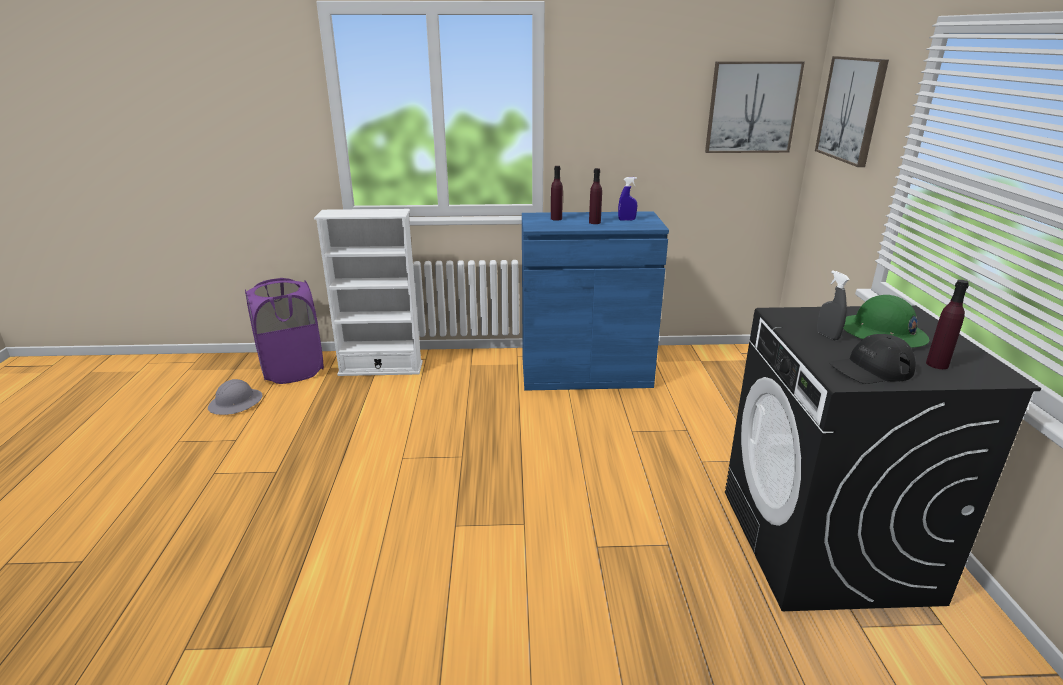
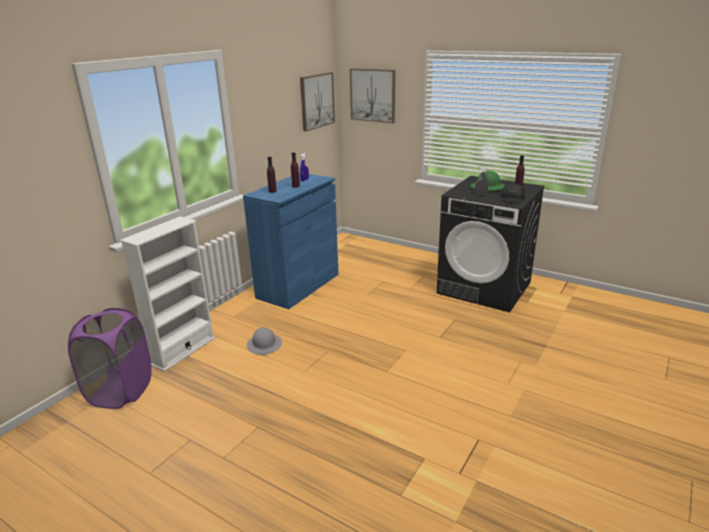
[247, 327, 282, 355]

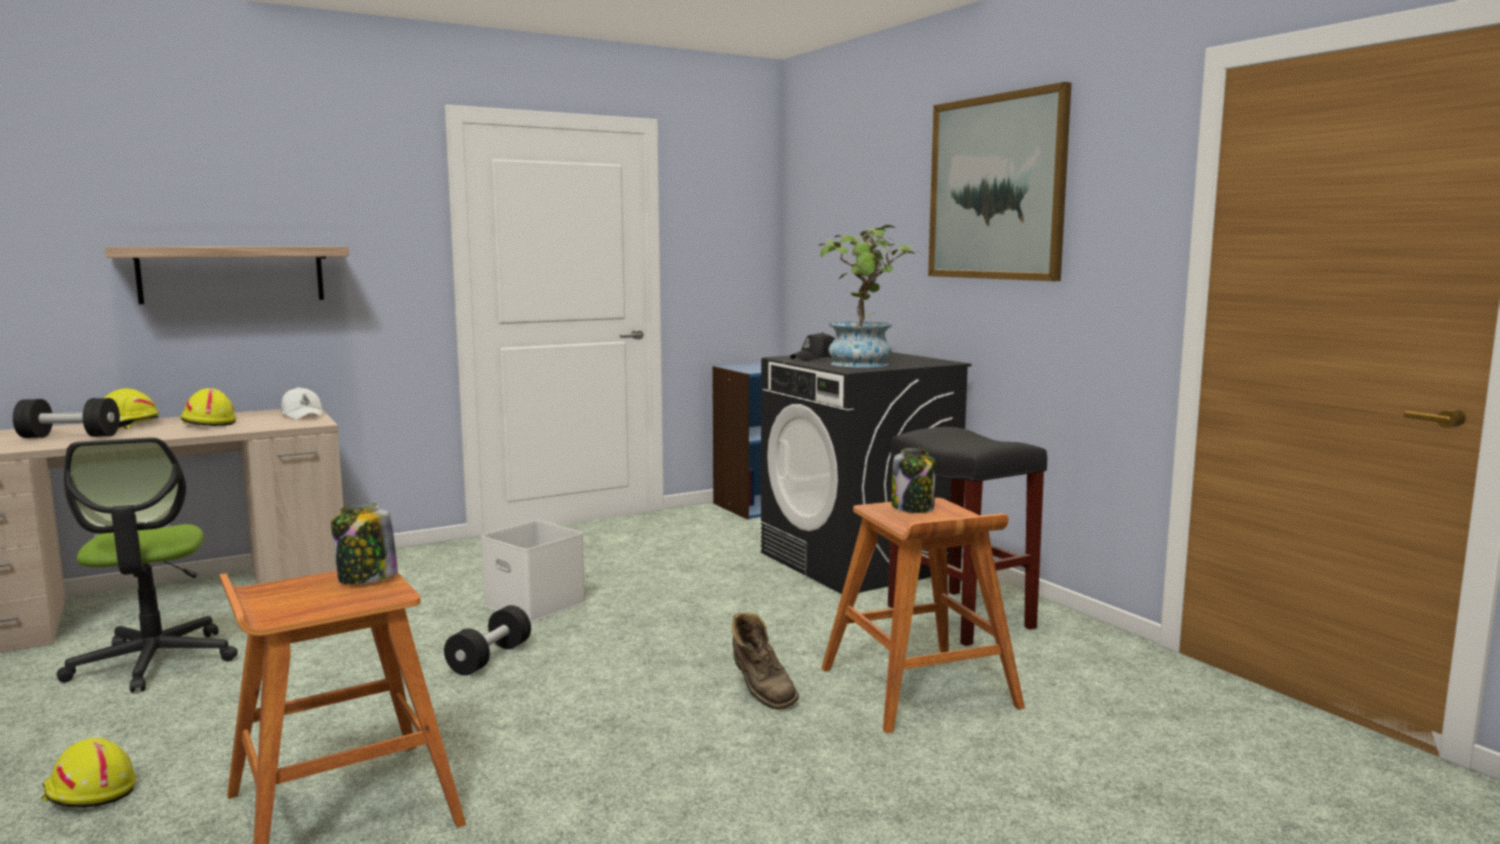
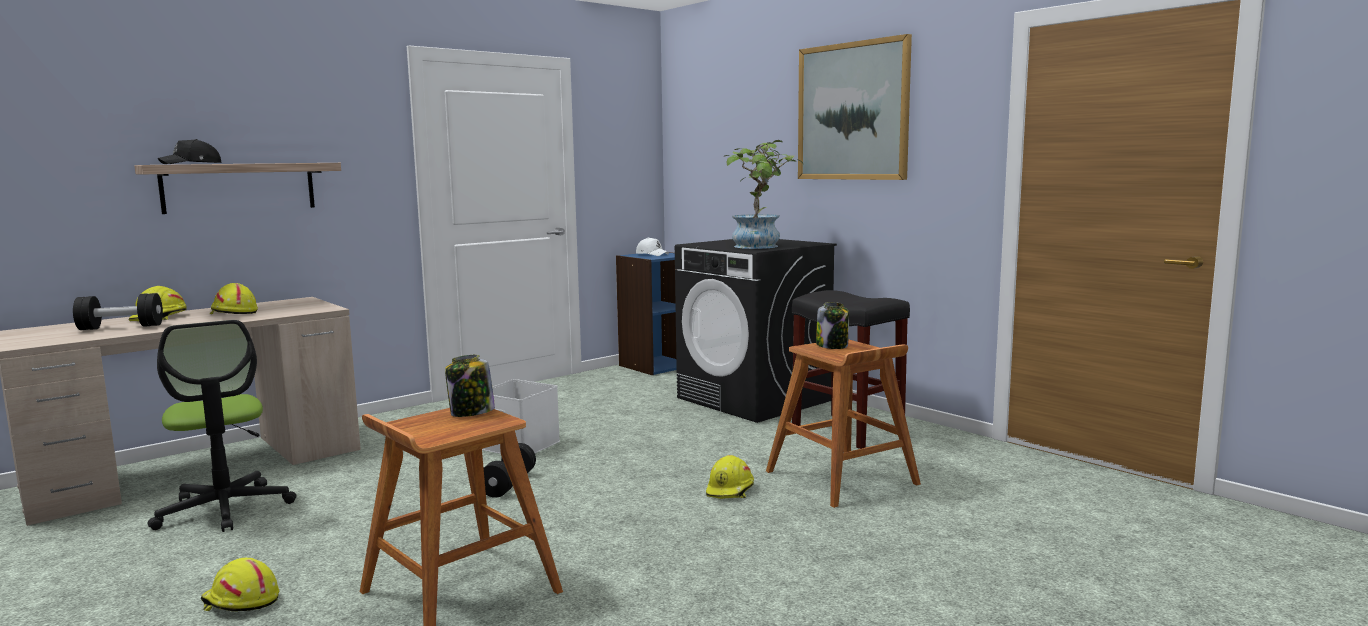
[158, 139, 222, 164]
[636, 237, 669, 256]
[706, 455, 754, 499]

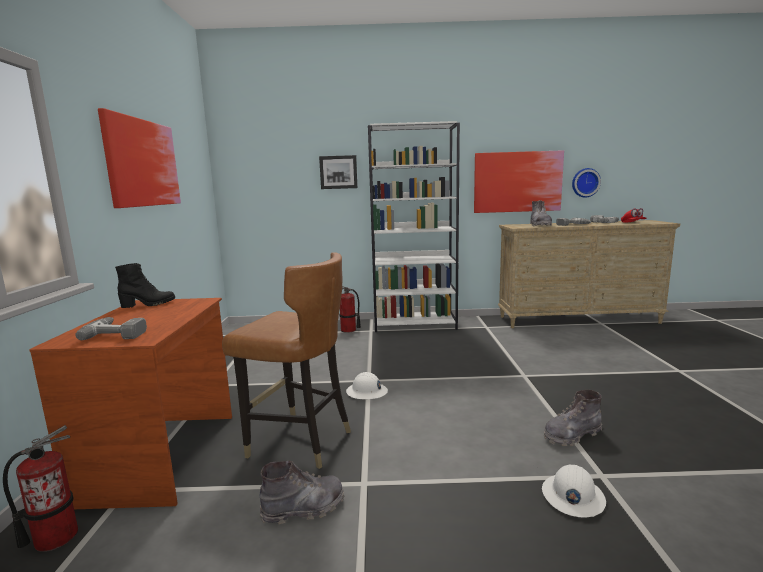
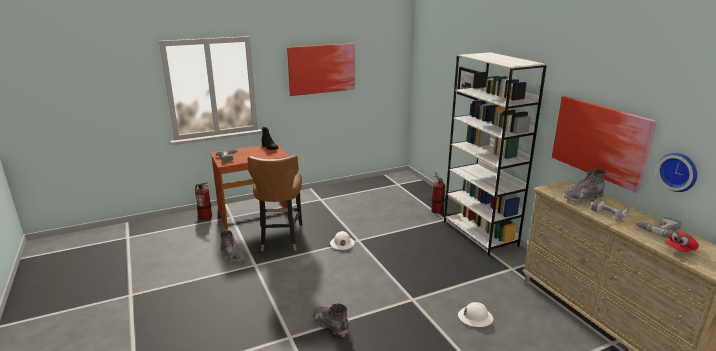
[458, 302, 493, 327]

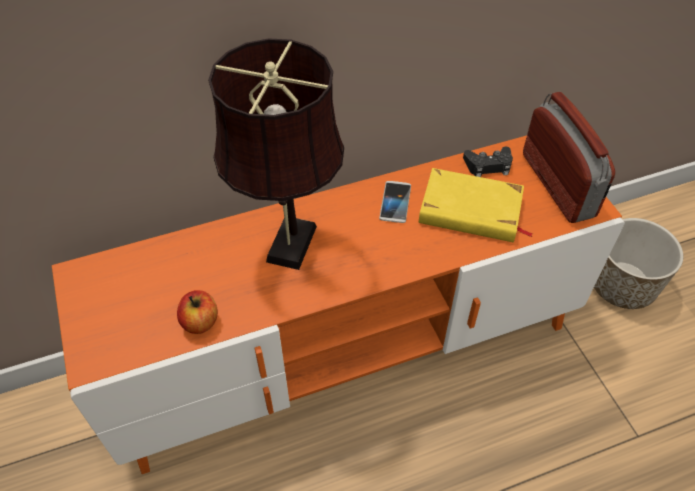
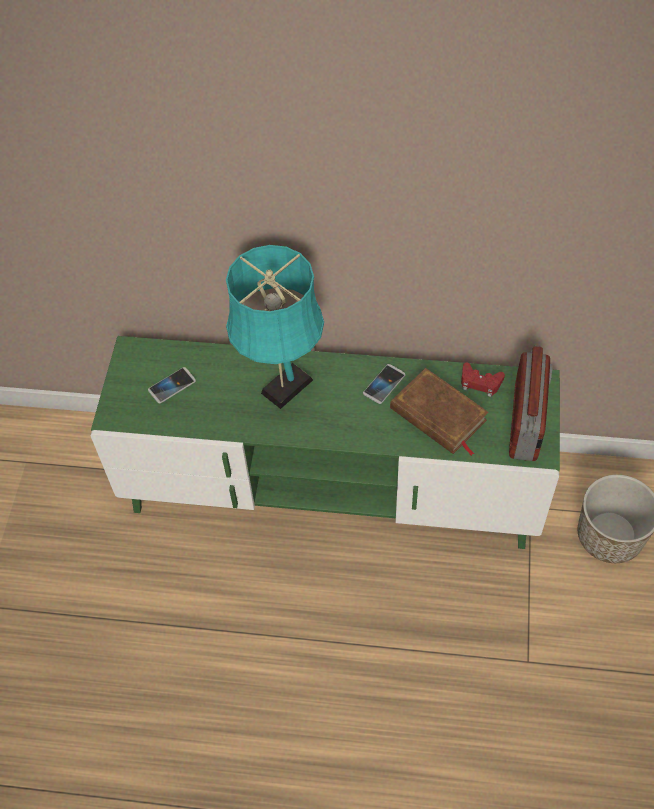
[91, 336, 560, 549]
[148, 367, 196, 404]
[226, 245, 324, 409]
[390, 368, 488, 456]
[461, 363, 505, 397]
[177, 290, 218, 334] (first image)

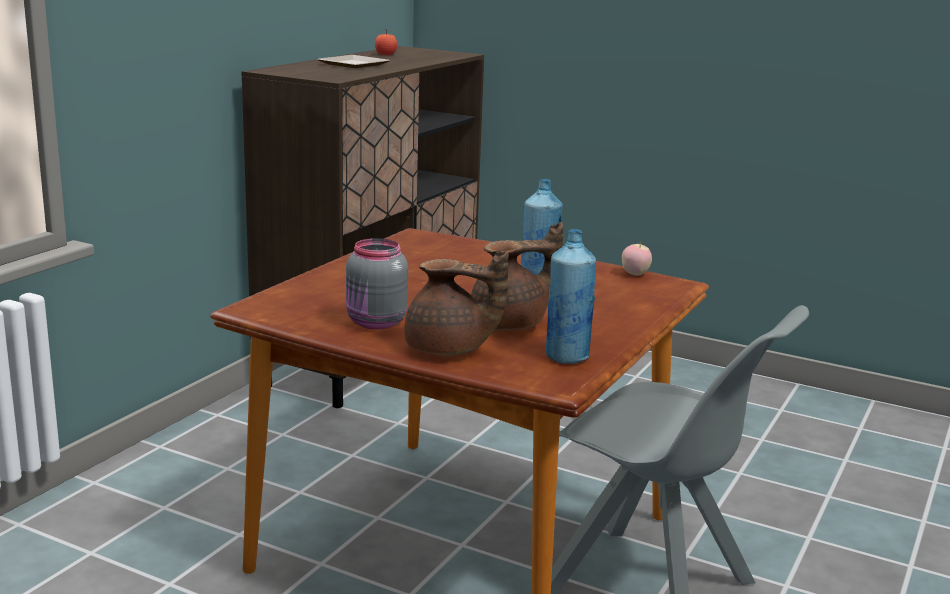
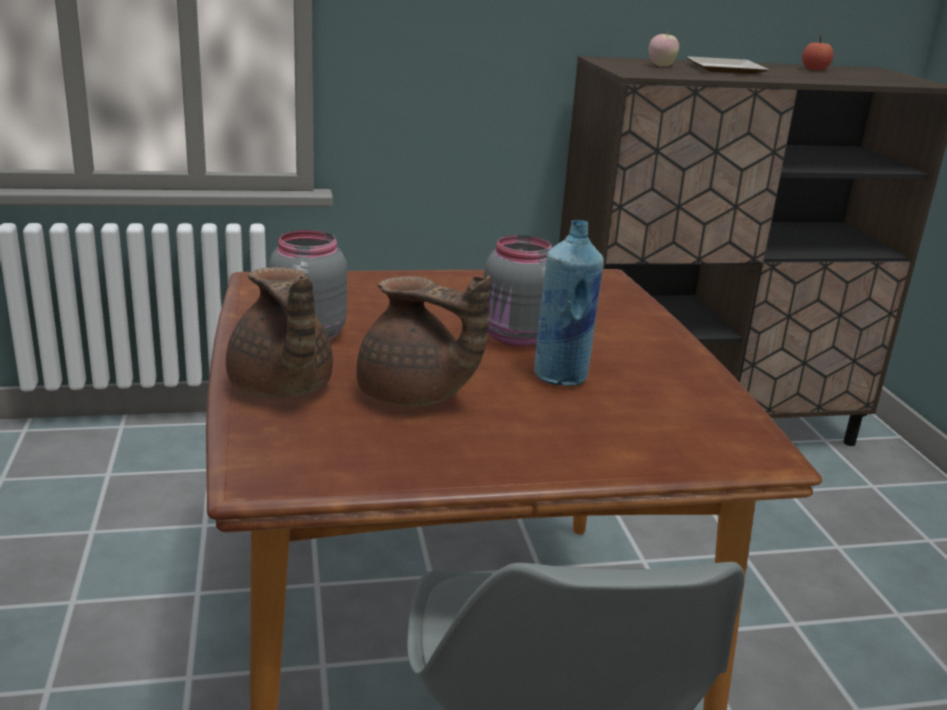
[484, 235, 552, 346]
[649, 32, 679, 67]
[546, 229, 596, 364] (first image)

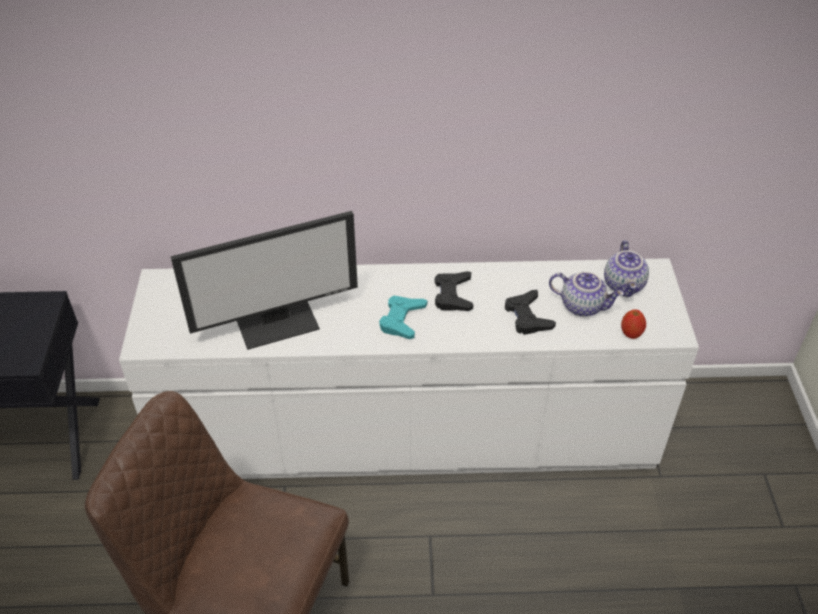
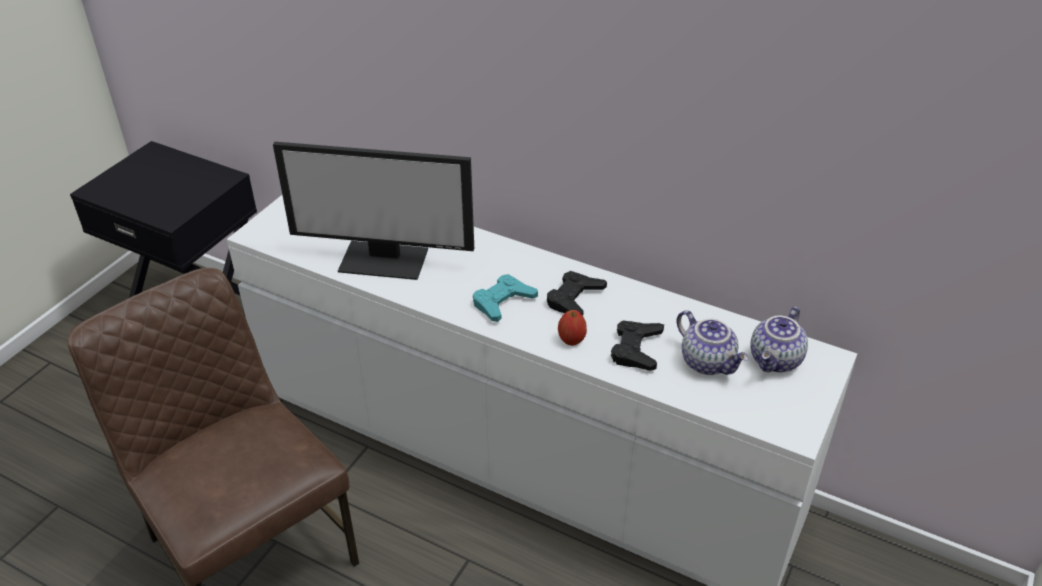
[558, 310, 587, 346]

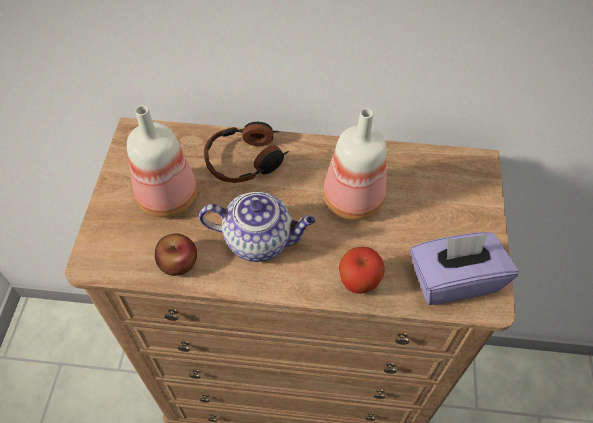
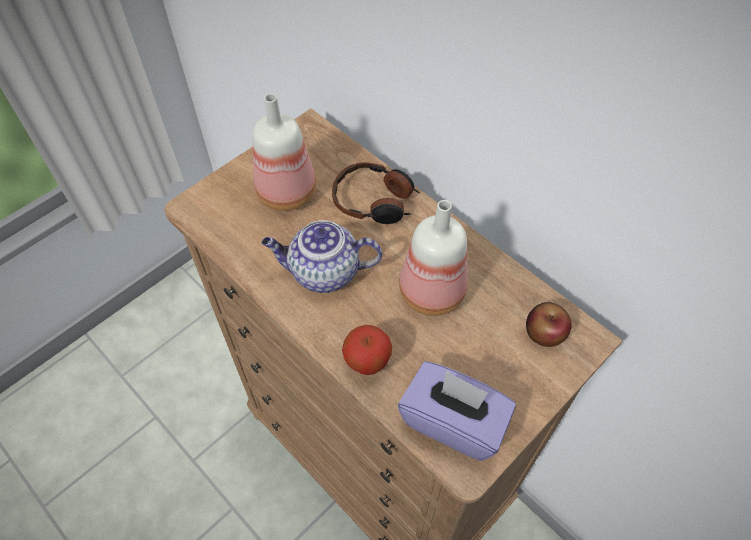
[262, 220, 382, 293]
[526, 302, 572, 347]

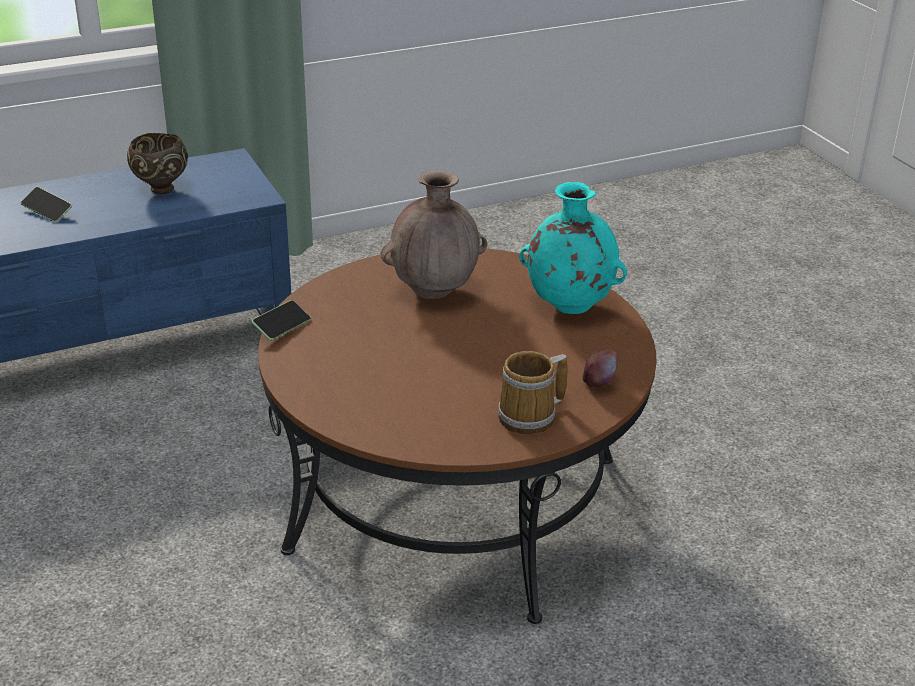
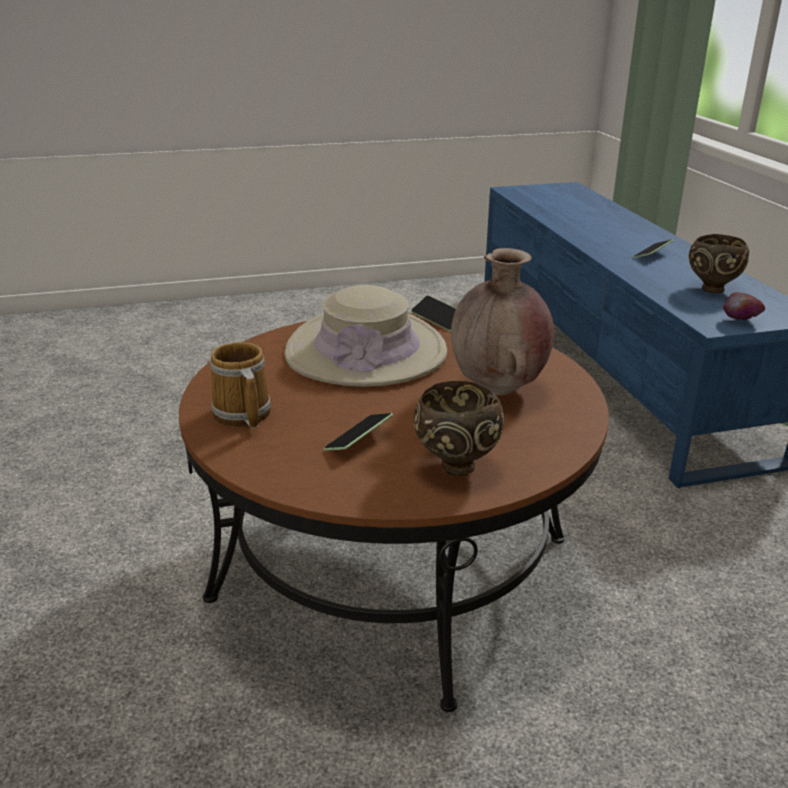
[284, 285, 447, 387]
[323, 413, 393, 451]
[414, 381, 504, 476]
[723, 292, 765, 320]

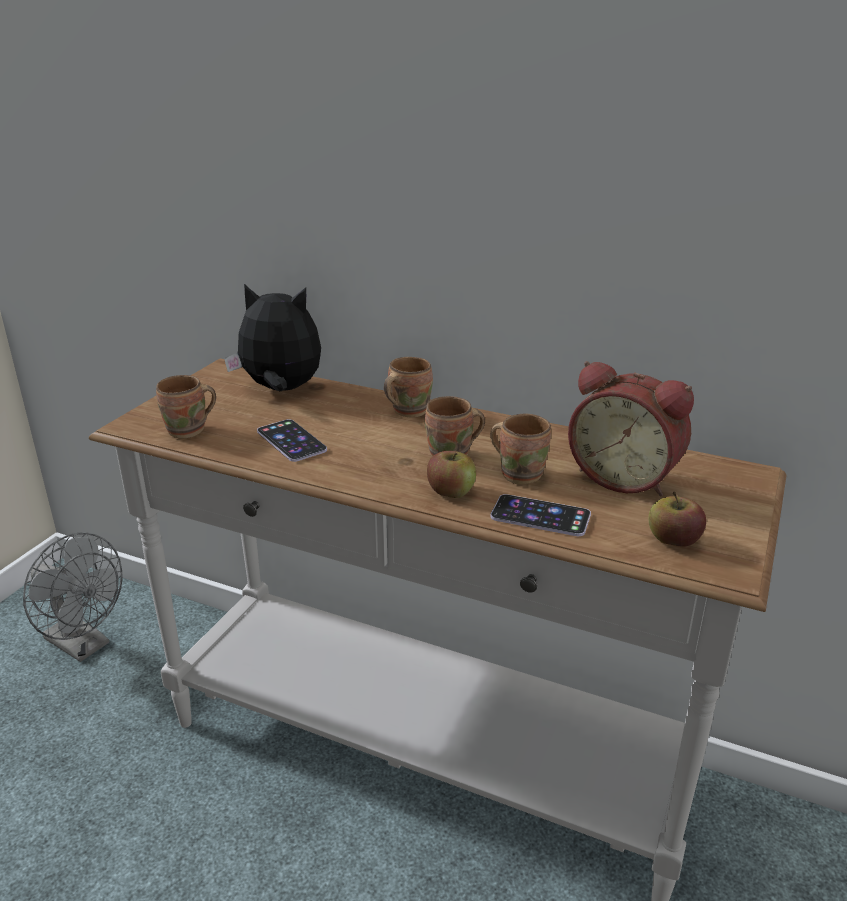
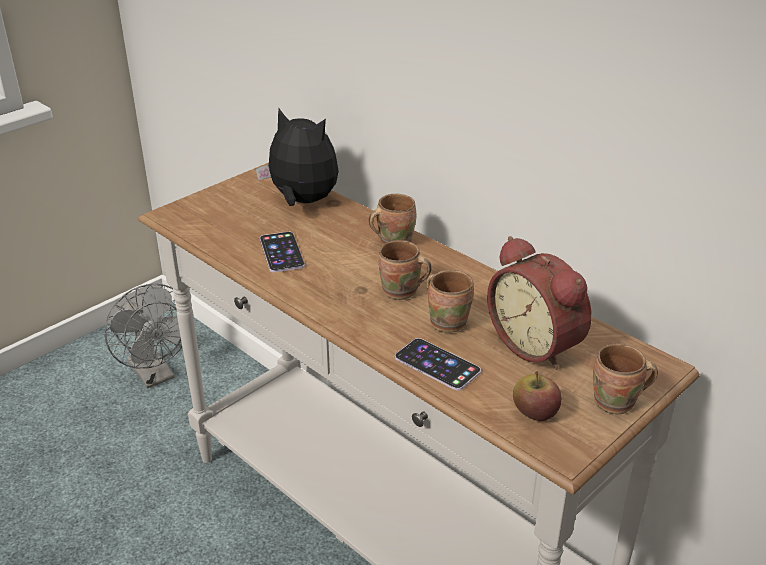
[593, 343, 658, 414]
[427, 451, 476, 498] (first image)

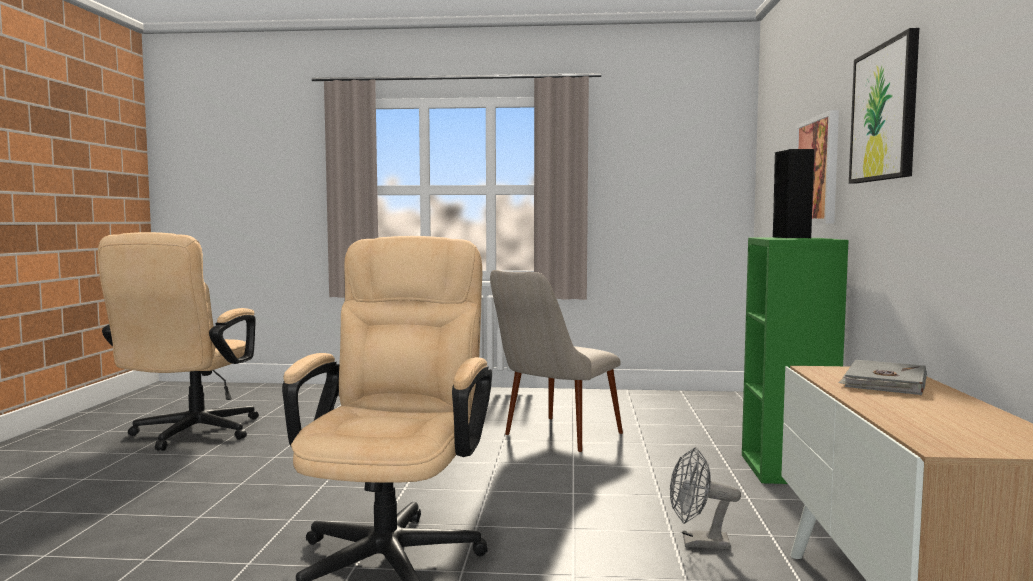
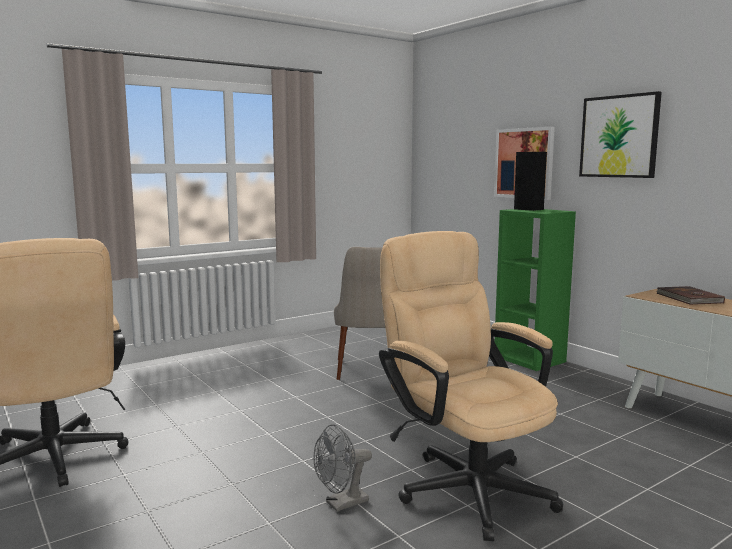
[313, 424, 372, 512]
[656, 286, 725, 305]

